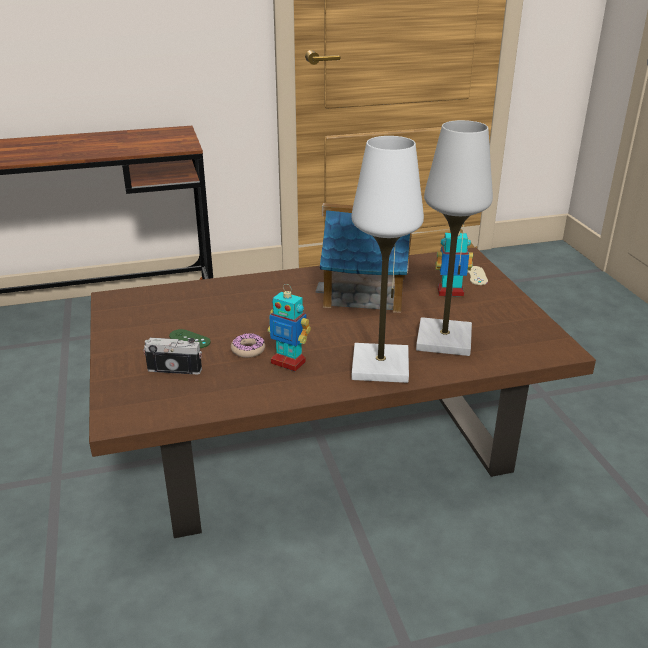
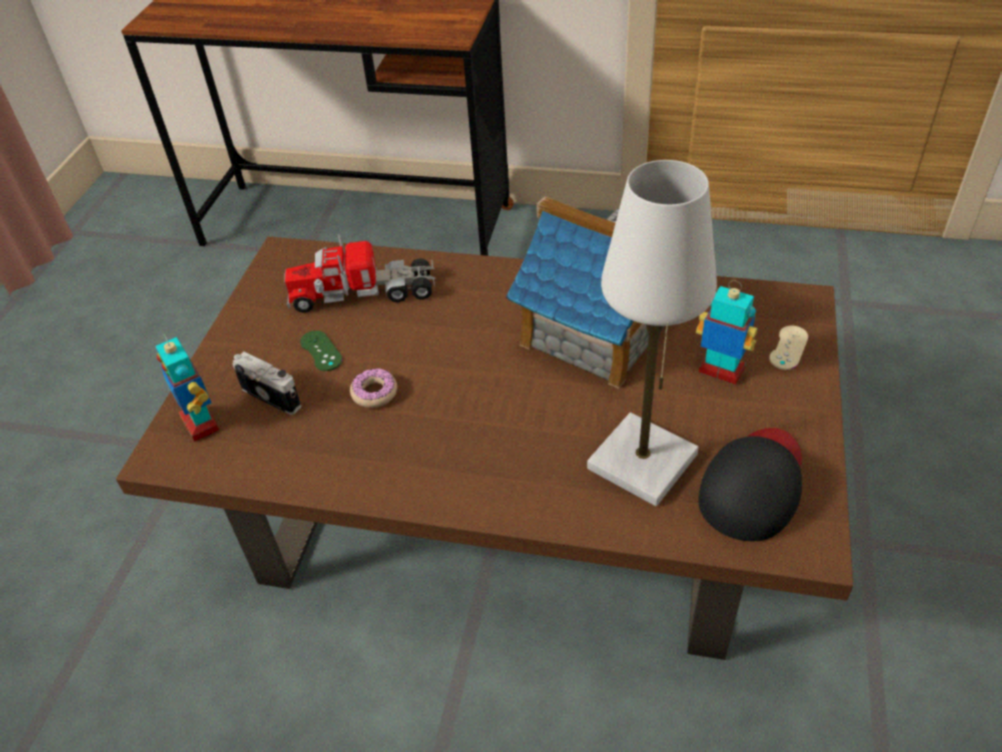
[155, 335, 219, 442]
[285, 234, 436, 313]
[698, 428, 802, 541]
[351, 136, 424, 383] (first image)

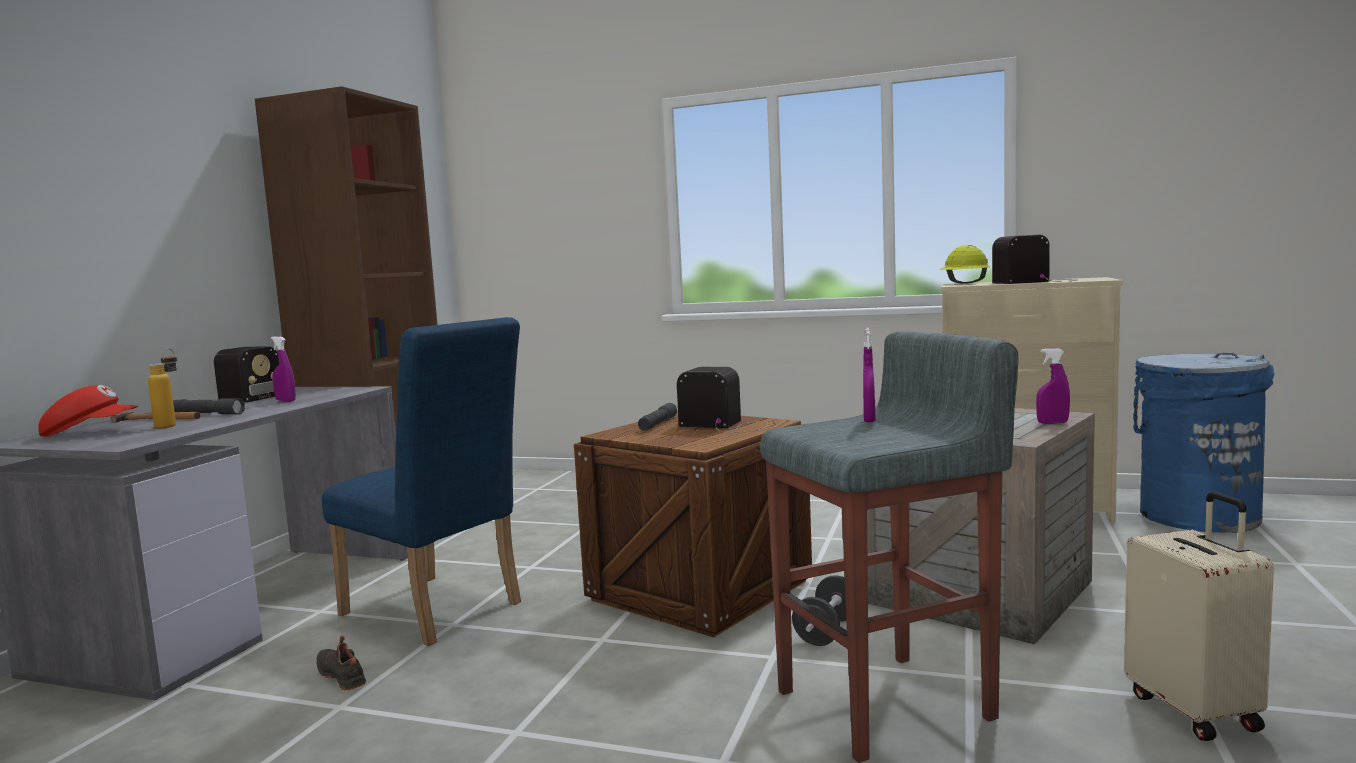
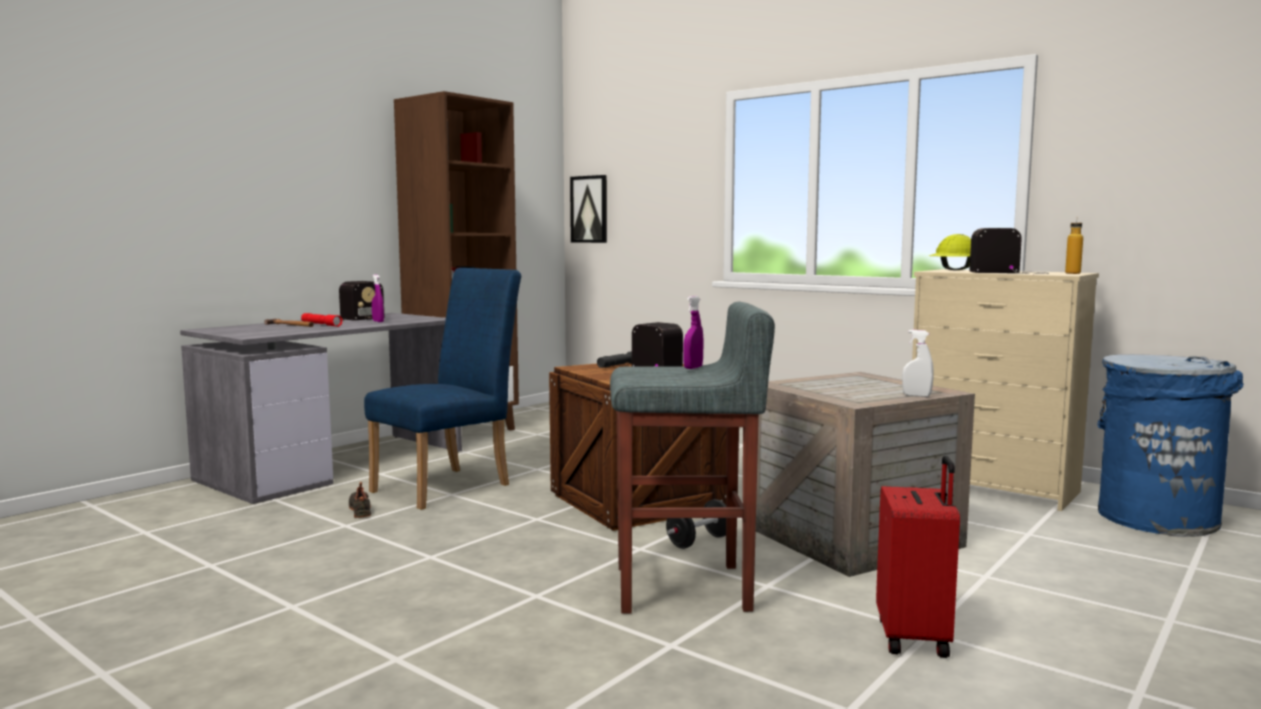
[301, 313, 343, 327]
[364, 268, 521, 510]
[570, 175, 607, 243]
[876, 456, 960, 658]
[902, 330, 934, 397]
[1065, 219, 1083, 274]
[38, 385, 138, 436] (first image)

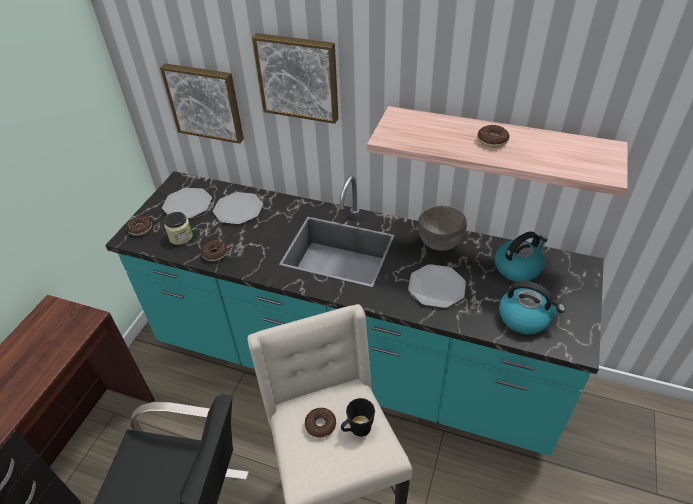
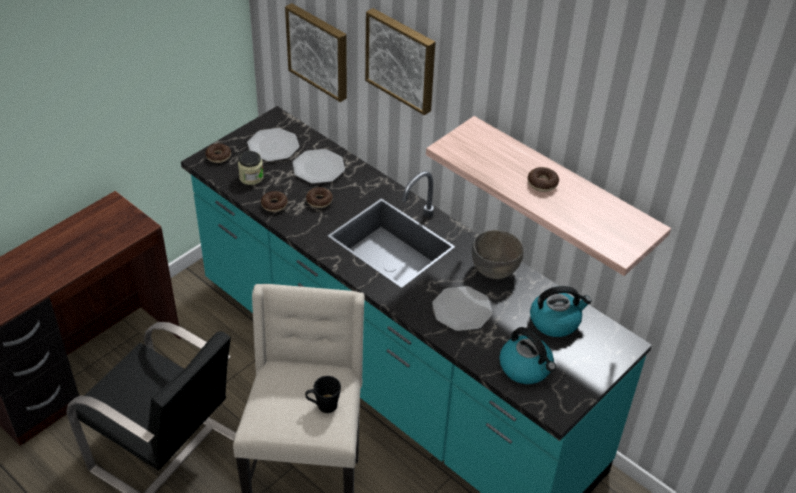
[306, 187, 333, 208]

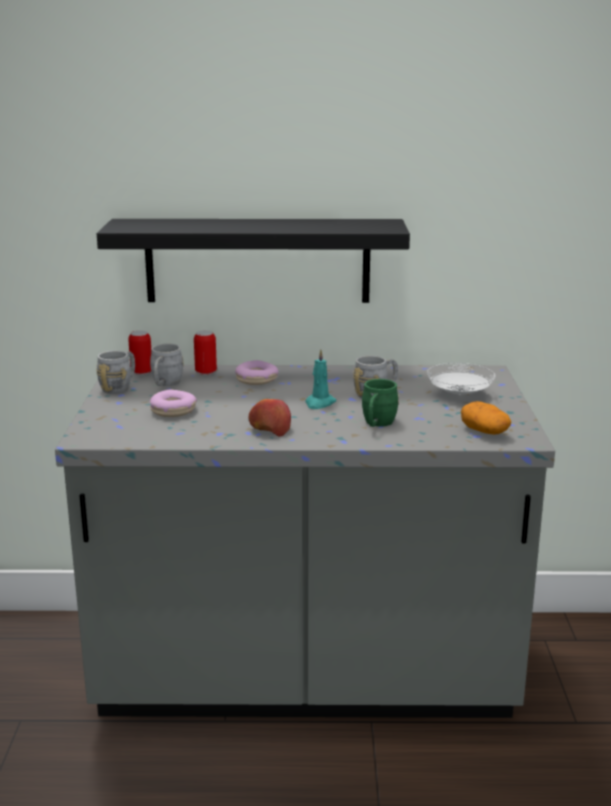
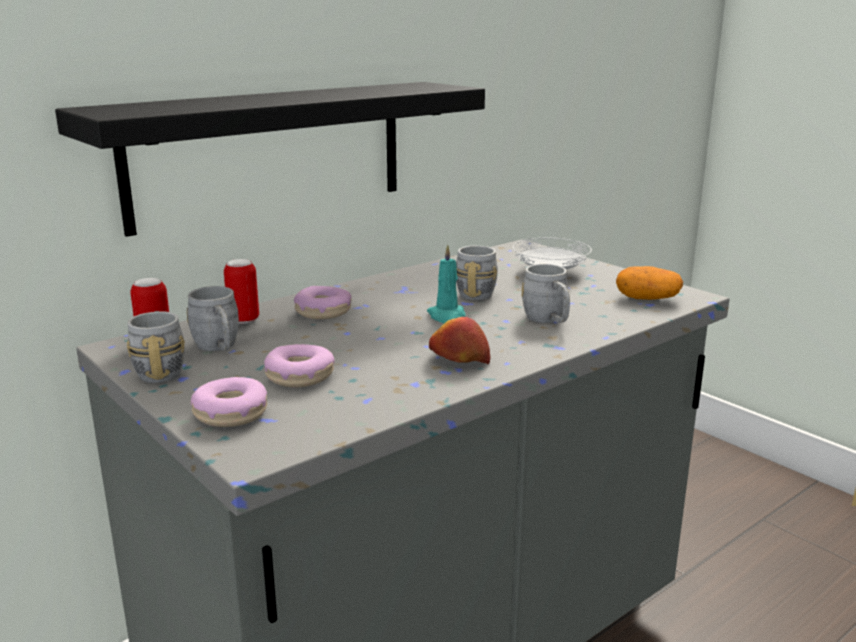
[191, 377, 267, 427]
[521, 264, 570, 323]

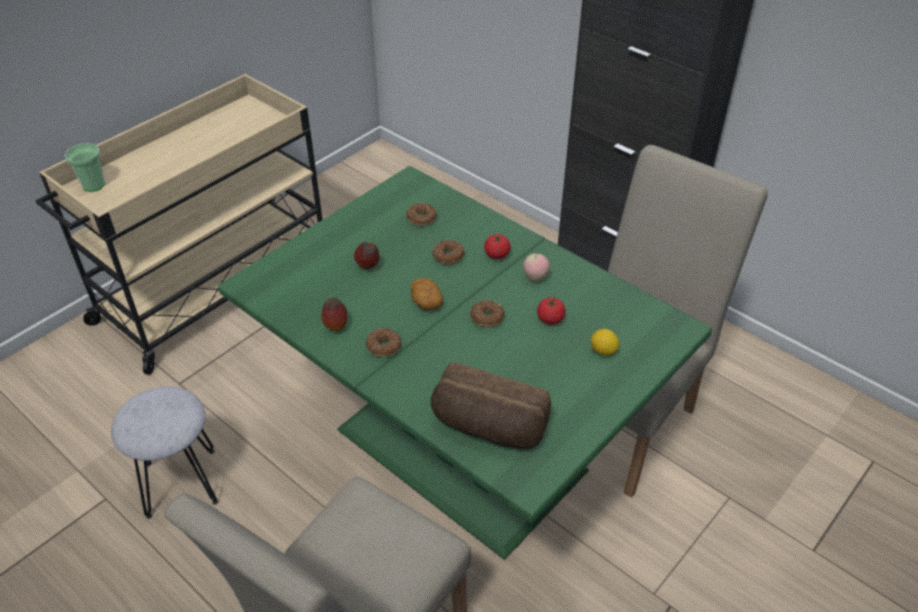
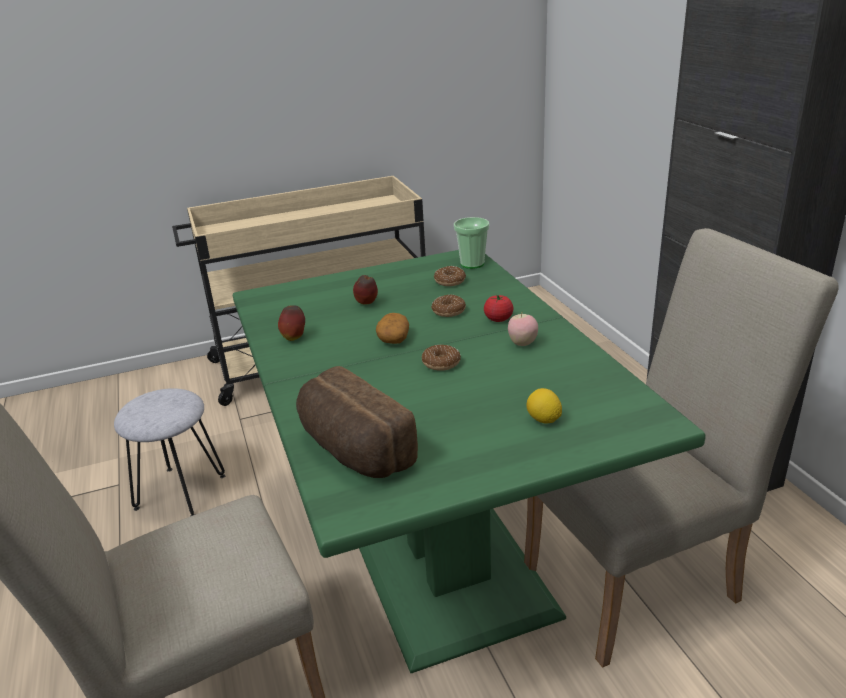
[454, 217, 489, 269]
[366, 328, 401, 357] (first image)
[537, 297, 566, 324] (first image)

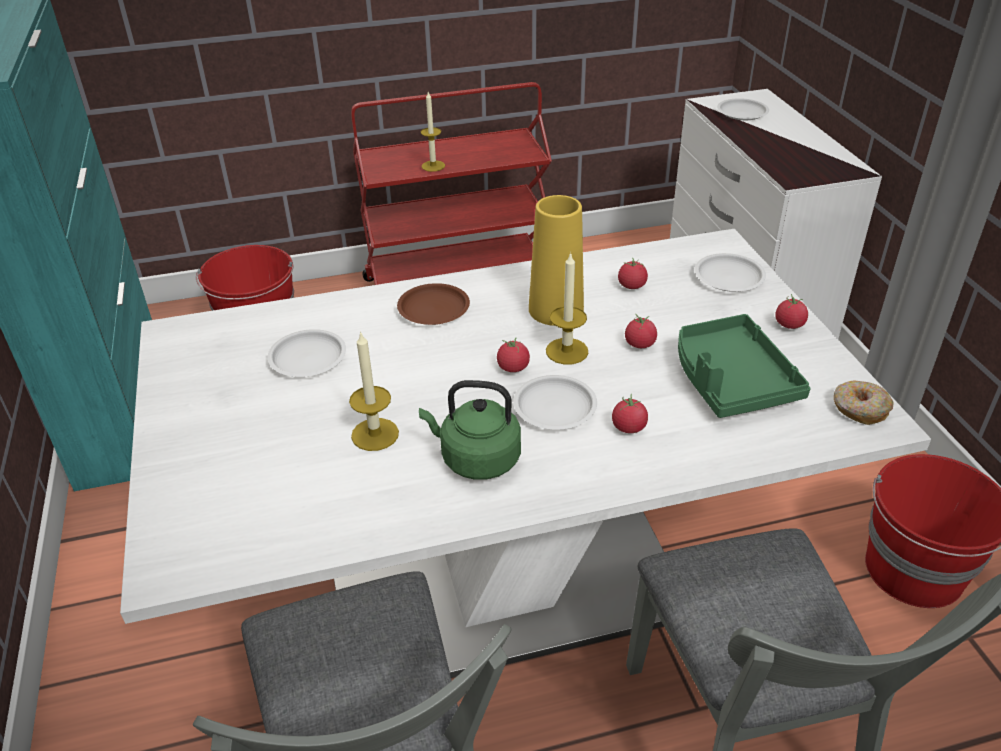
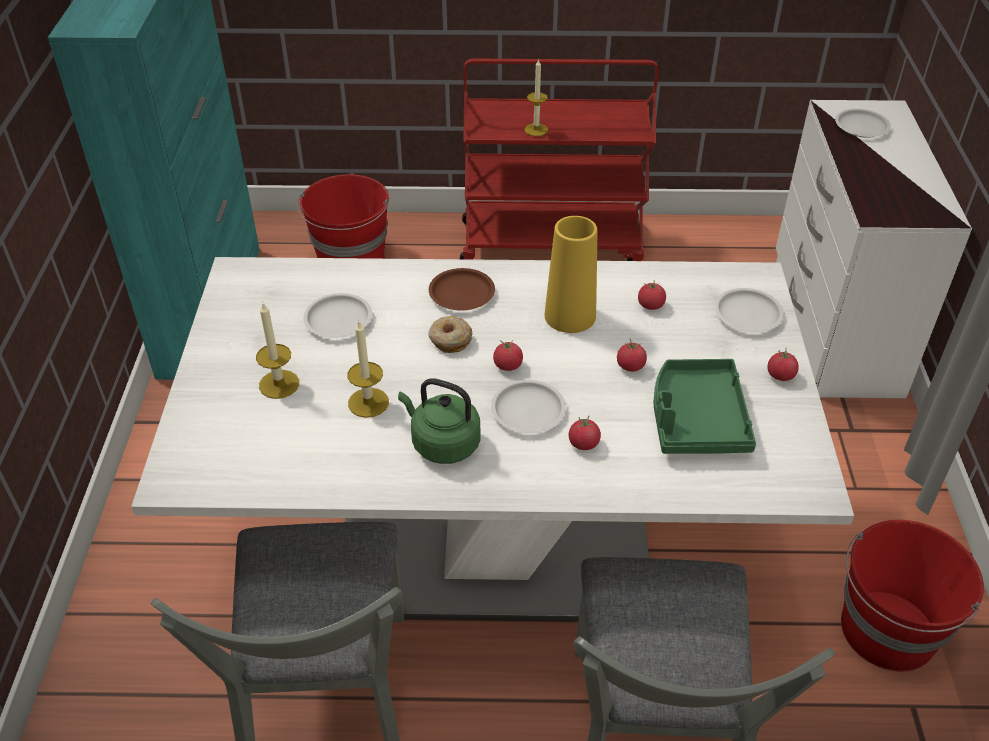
[256, 303, 299, 399]
[428, 316, 472, 353]

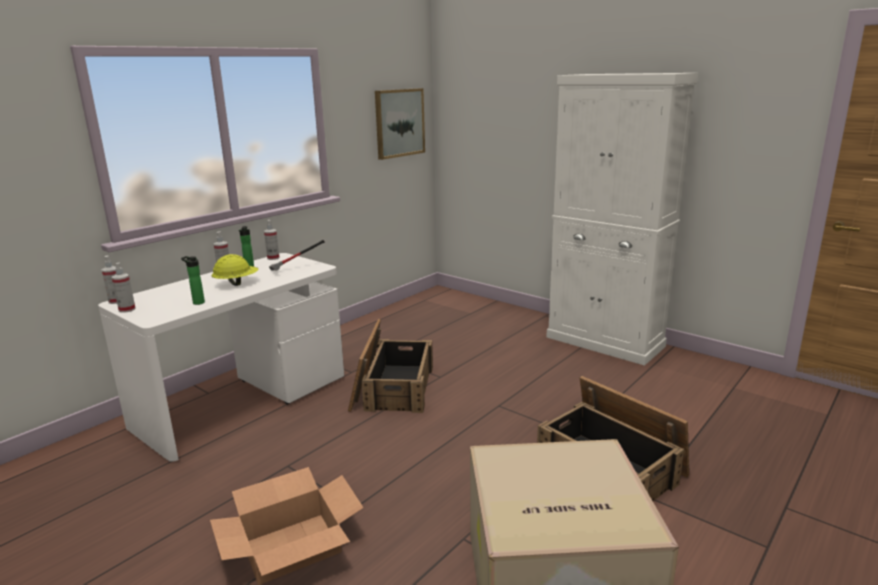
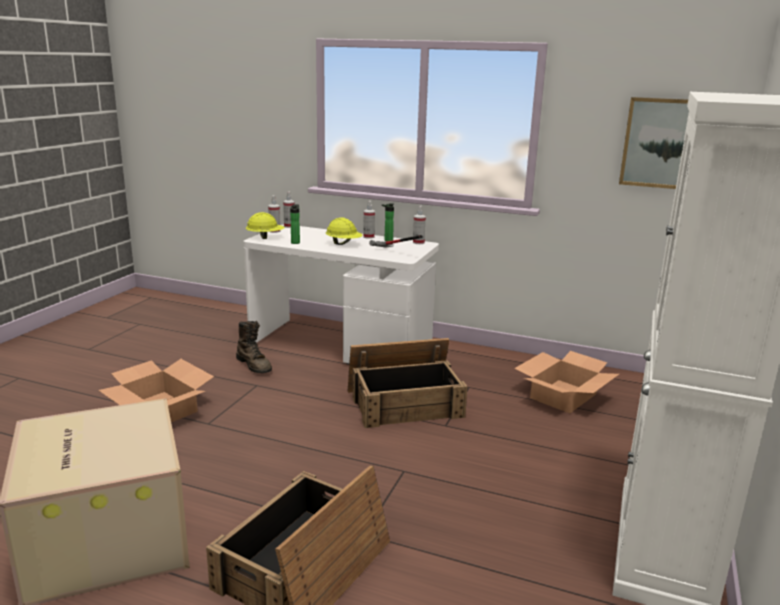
[236, 321, 272, 373]
[246, 212, 285, 239]
[514, 351, 619, 413]

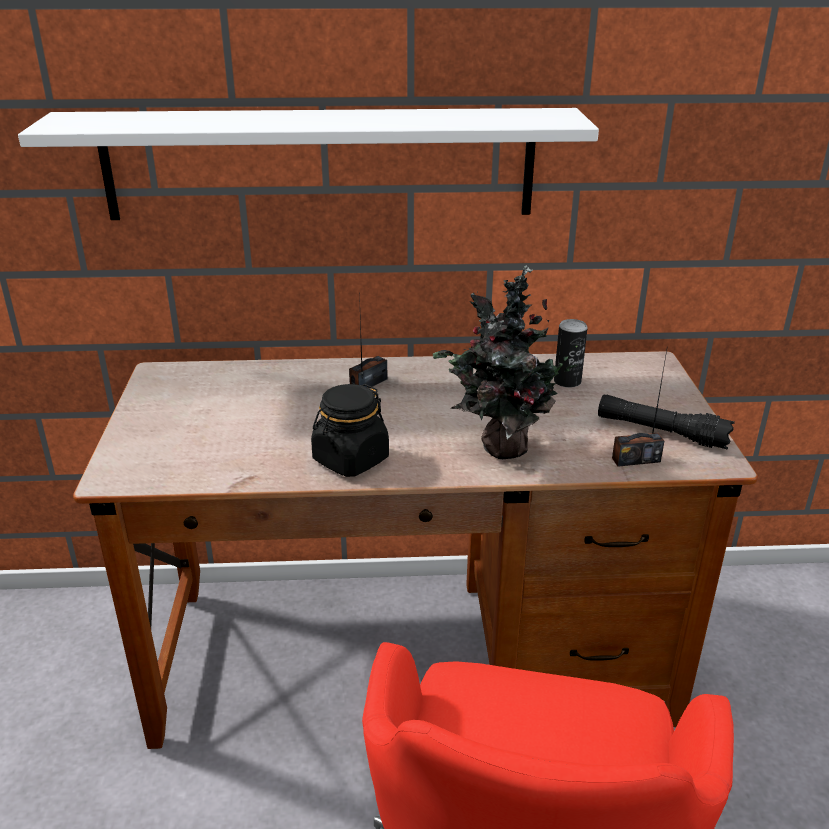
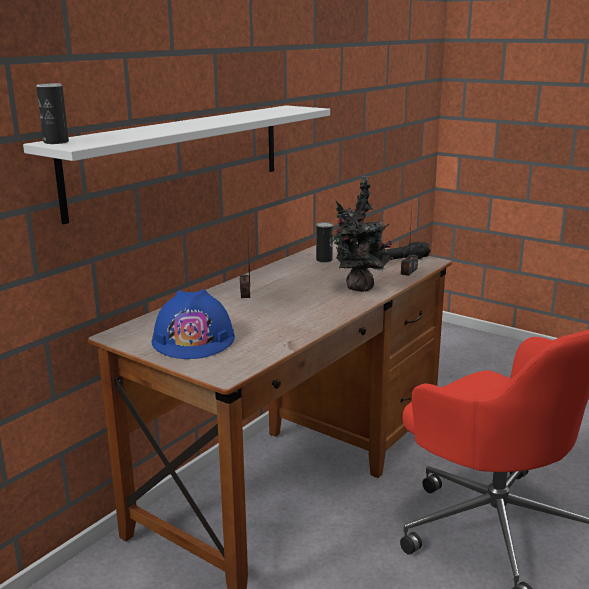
[36, 83, 69, 144]
[152, 289, 235, 359]
[311, 384, 389, 477] (first image)

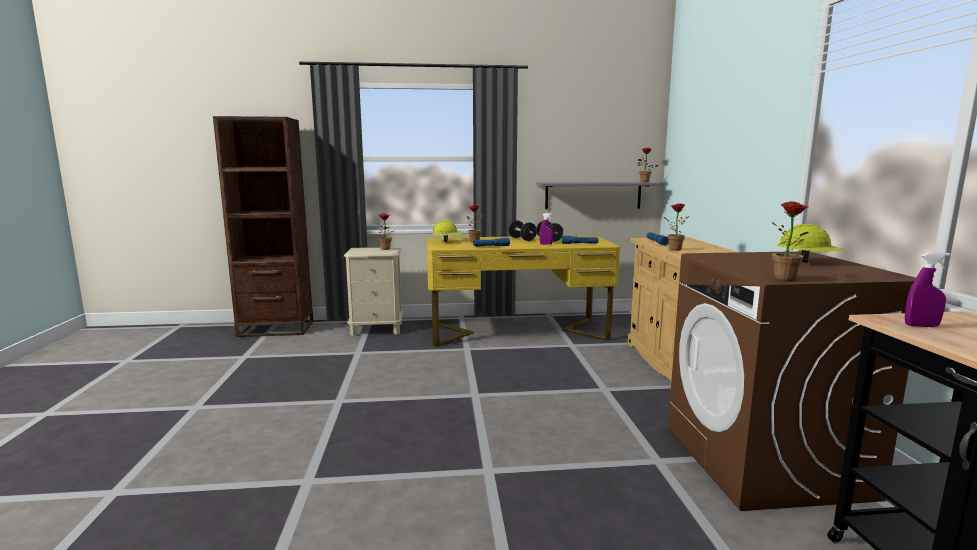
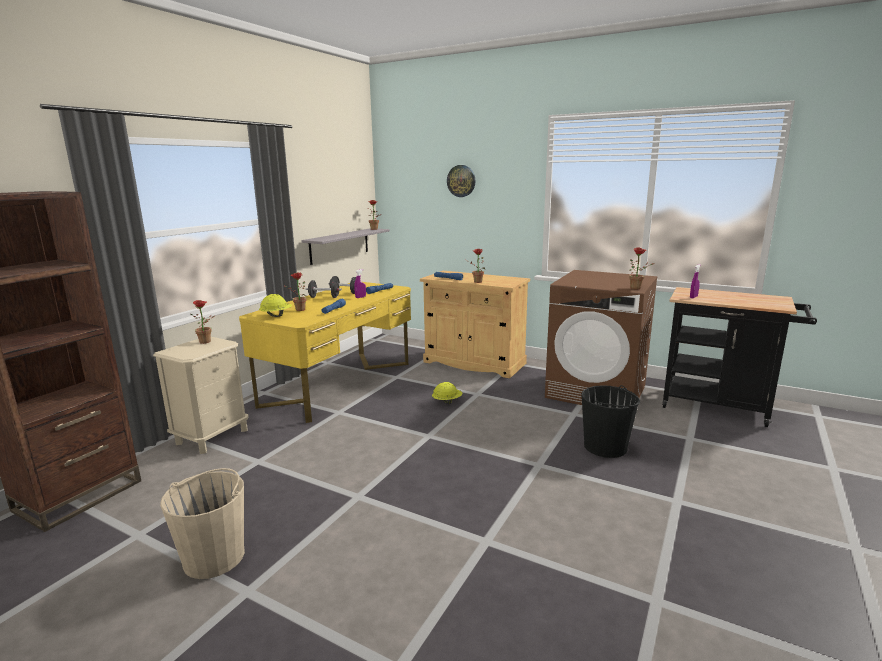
[160, 468, 245, 579]
[432, 382, 462, 404]
[447, 165, 476, 197]
[581, 385, 640, 458]

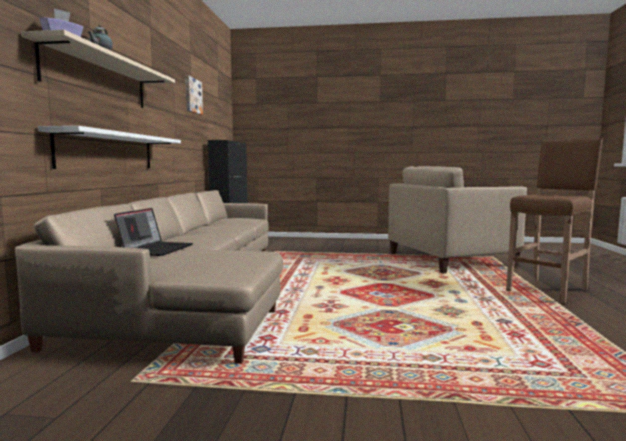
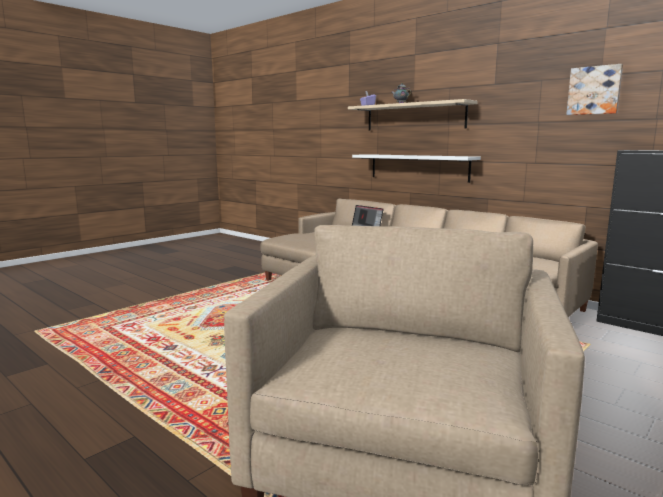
[506, 138, 603, 304] (first image)

